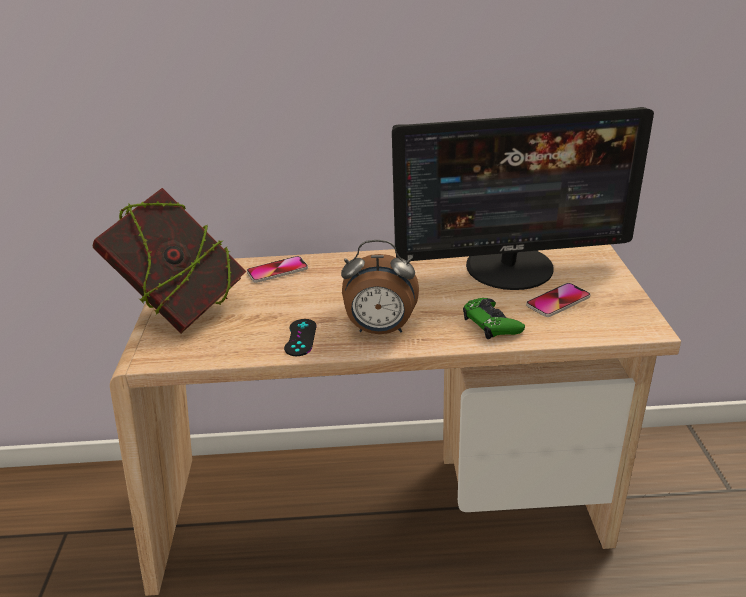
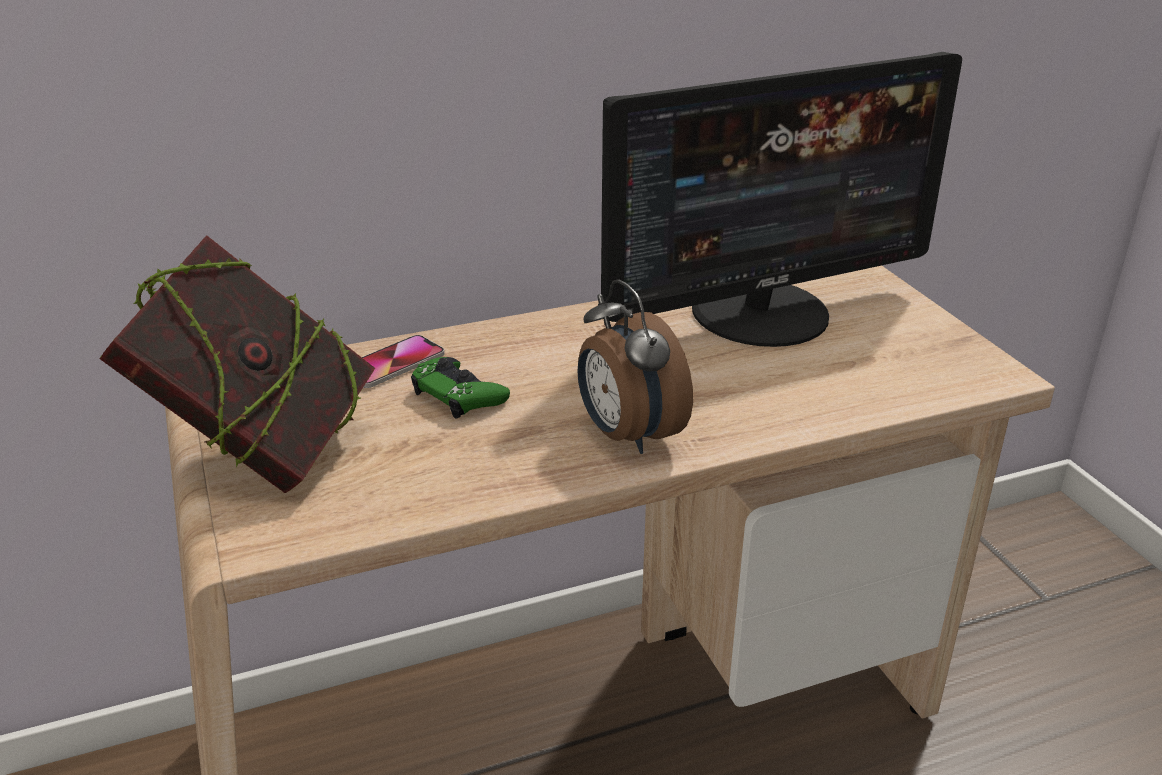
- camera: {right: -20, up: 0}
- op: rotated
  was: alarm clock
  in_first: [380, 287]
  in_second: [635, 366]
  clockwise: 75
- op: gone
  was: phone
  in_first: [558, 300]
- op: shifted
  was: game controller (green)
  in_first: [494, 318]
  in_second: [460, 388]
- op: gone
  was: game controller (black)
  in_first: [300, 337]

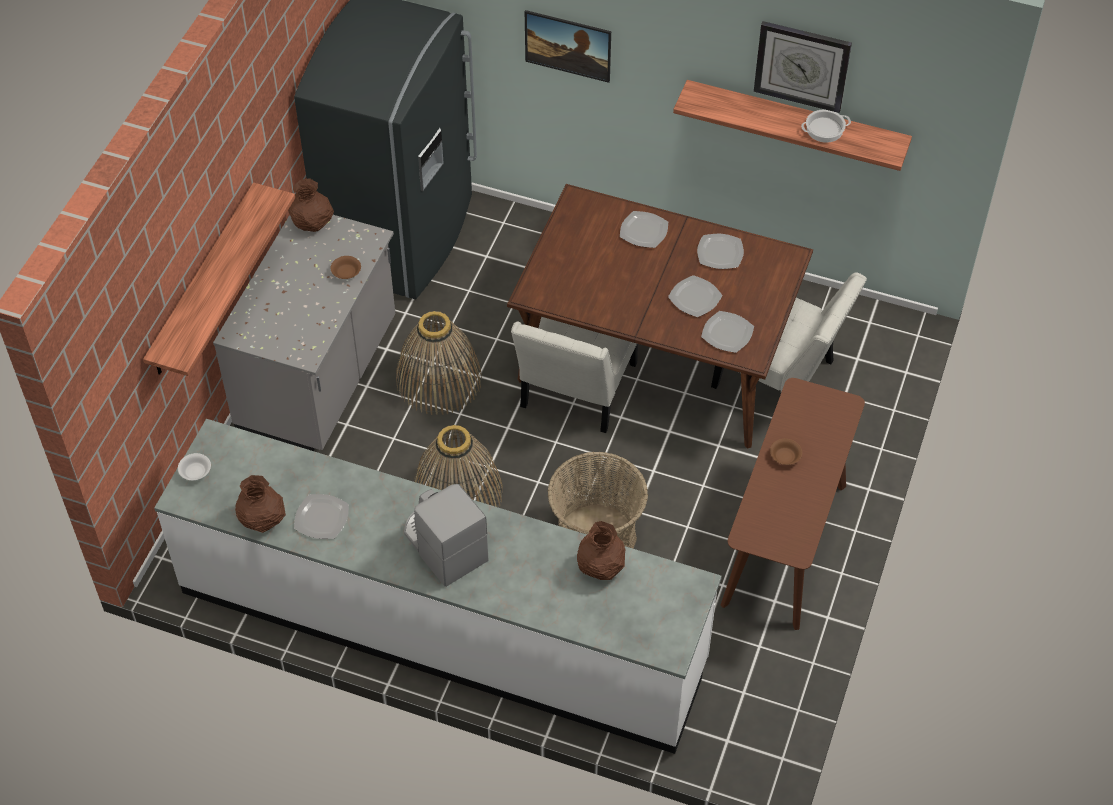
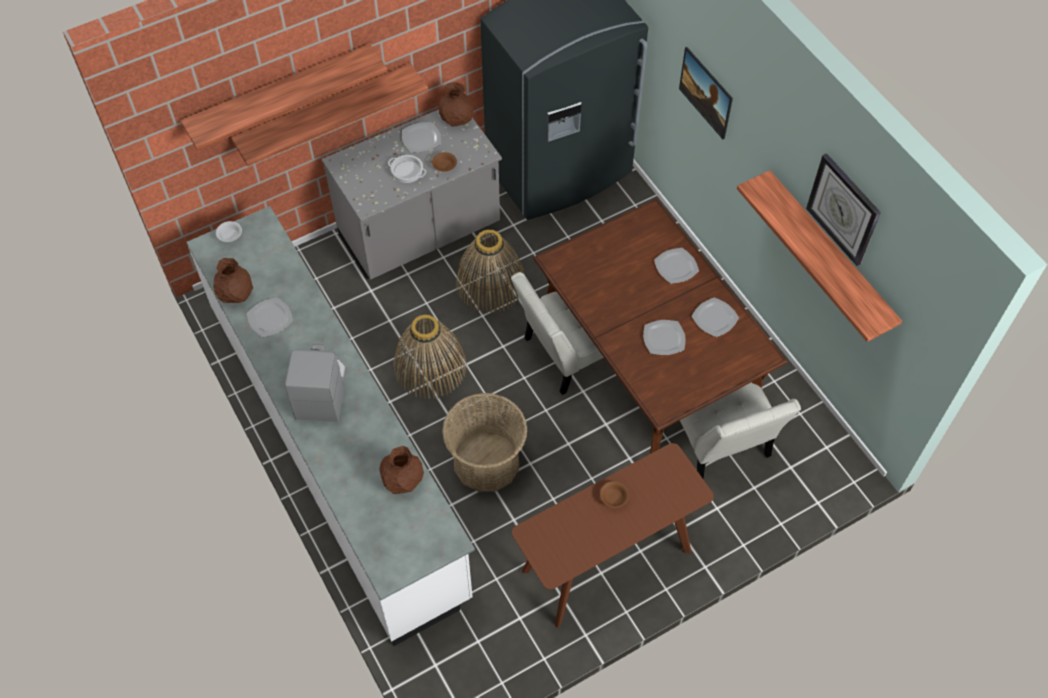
- camera: {right: 40, up: 5}
- op: shifted
  was: cooking pot
  in_first: [826, 126]
  in_second: [407, 169]
- op: shifted
  was: plate
  in_first: [727, 332]
  in_second: [421, 137]
- op: new
  now: shelf
  in_second: [284, 97]

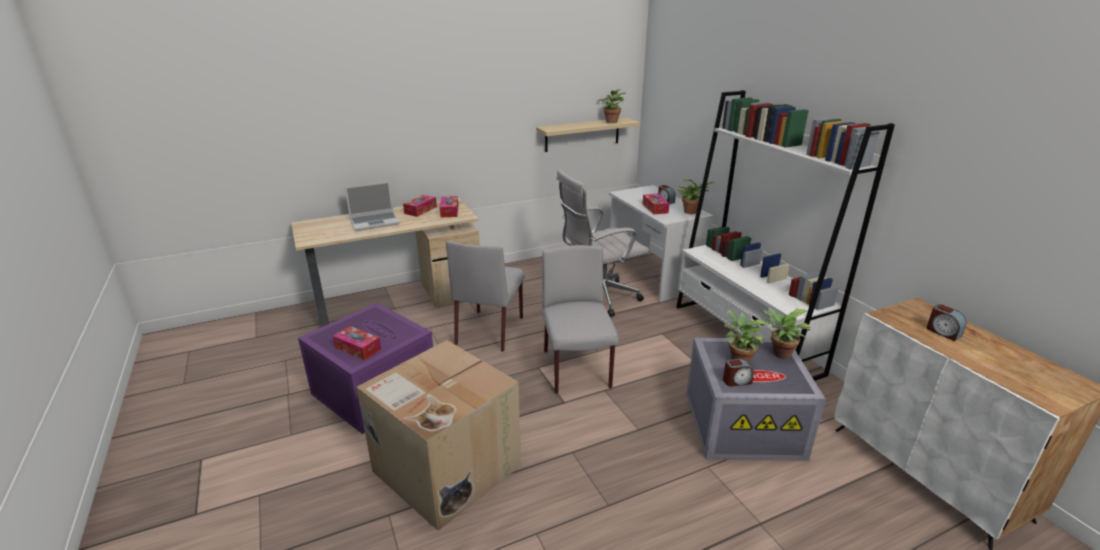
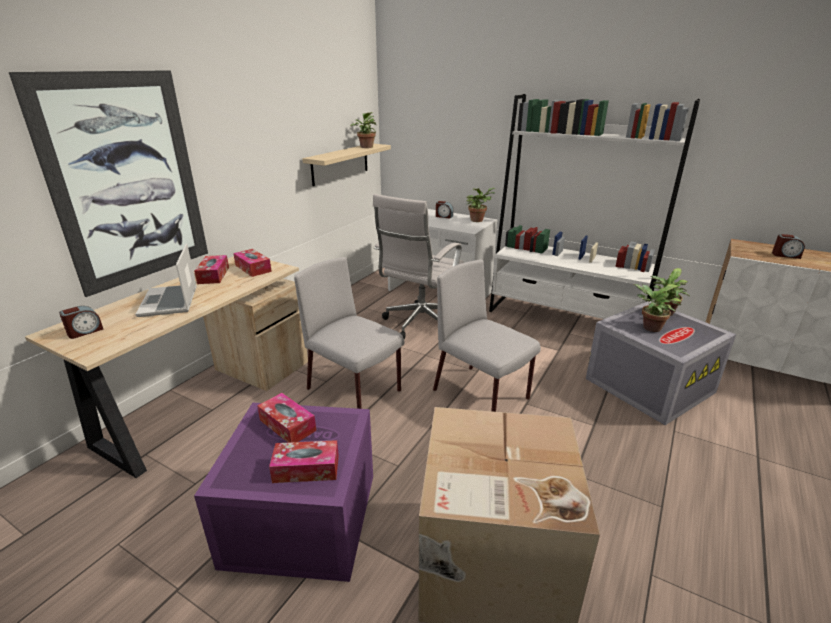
- camera: {right: -35, up: 0}
- op: rotated
  was: laptop
  in_first: [372, 206]
  in_second: [166, 280]
  clockwise: 135
- op: shifted
  was: tissue box
  in_first: [656, 204]
  in_second: [286, 418]
- op: rotated
  was: chair (grey)
  in_first: [485, 296]
  in_second: [349, 333]
  clockwise: 150
- op: shifted
  was: alarm clock
  in_first: [738, 373]
  in_second: [81, 322]
- op: new
  now: picture
  in_second: [108, 183]

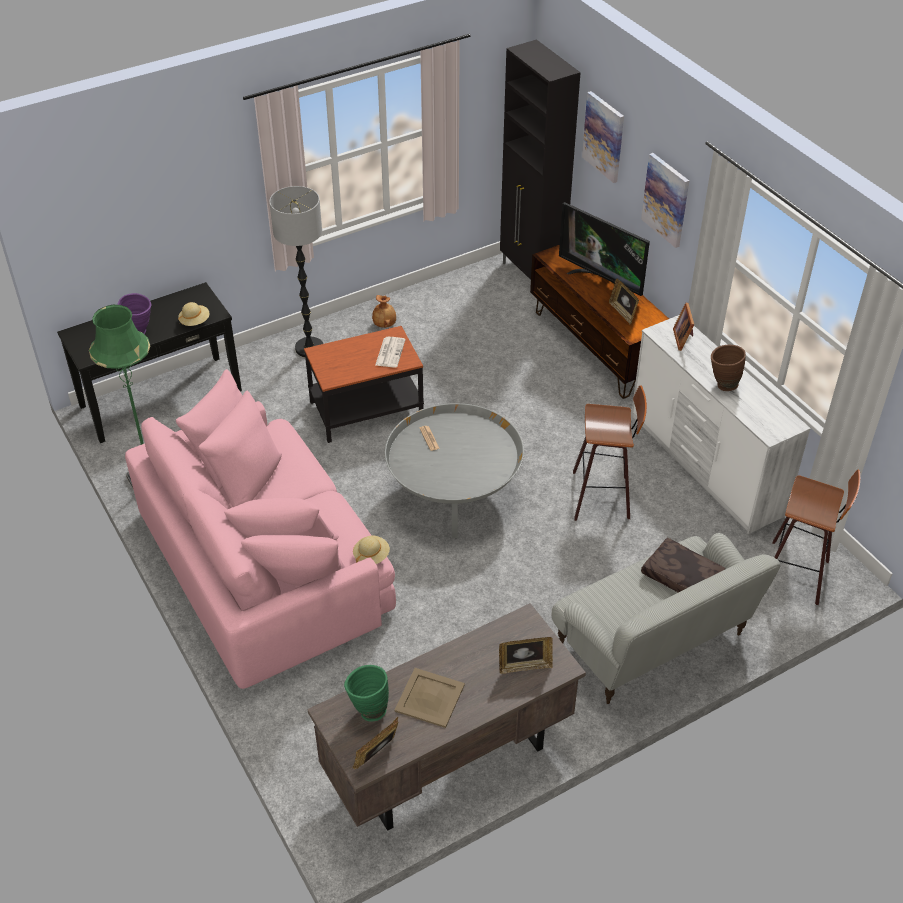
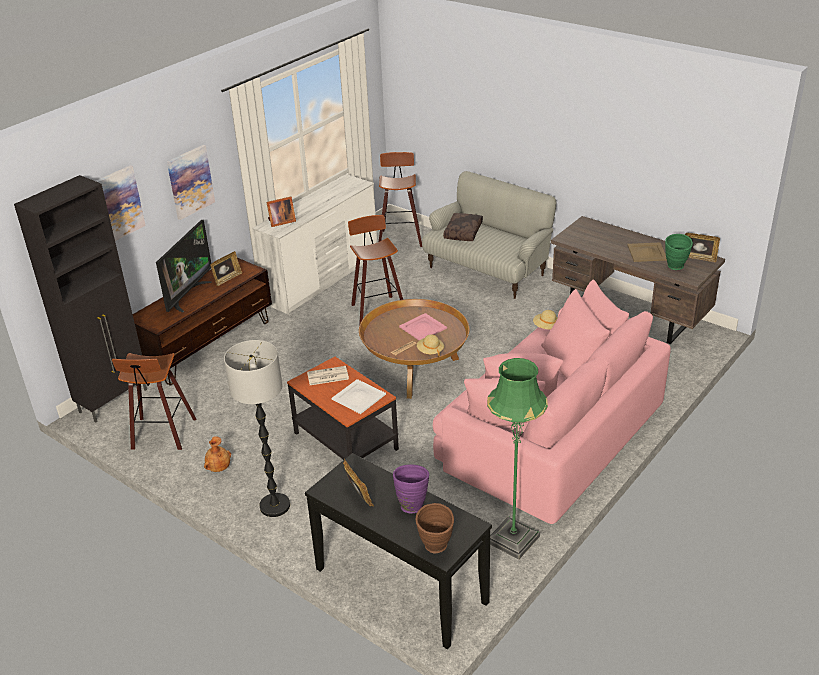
- camera: {right: -110, up: -10}
- op: shifted
  was: hat (beige)
  in_first: [193, 314]
  in_second: [430, 345]
- op: shifted
  was: vase (brown)
  in_first: [728, 368]
  in_second: [435, 528]
- op: repainted
  was: coffee table (grey)
  now: coffee table (brown)
  in_first: [454, 470]
  in_second: [414, 349]
- op: shifted
  was: picture frame
  in_first: [526, 655]
  in_second: [358, 483]
- op: new
  now: tray (pink)
  in_second: [423, 327]
- op: new
  now: stool
  in_second: [154, 401]
- op: new
  now: tray (white)
  in_second: [359, 396]

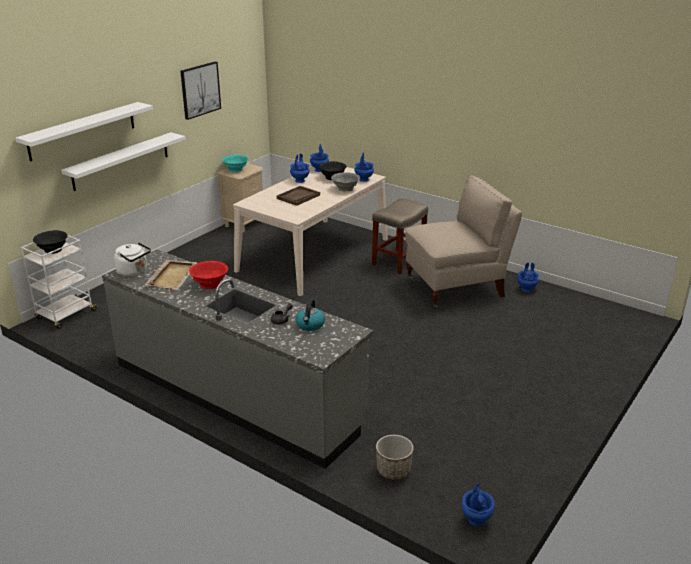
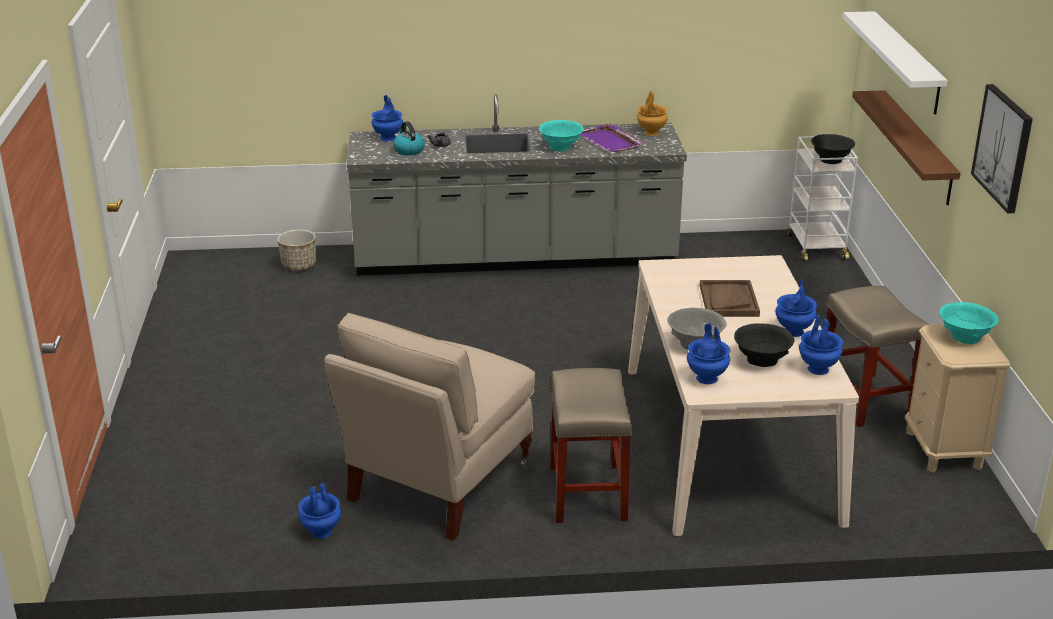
- camera: {right: 140, up: 0}
- op: repainted
  was: shelf (white)
  now: shelf (brown)
  in_first: [123, 161]
  in_second: [906, 147]
- op: swapped
  was: kettle (white)
  now: vase (brown)
  in_first: [132, 259]
  in_second: [652, 113]
- op: repainted
  was: tray (beige)
  now: tray (purple)
  in_first: [171, 274]
  in_second: [612, 137]
- op: repainted
  was: bowl (red)
  now: bowl (turquoise)
  in_first: [208, 275]
  in_second: [561, 135]
- op: shifted
  was: vase (blue)
  in_first: [478, 504]
  in_second: [387, 118]
- op: new
  now: stool (beige)
  in_second: [878, 356]

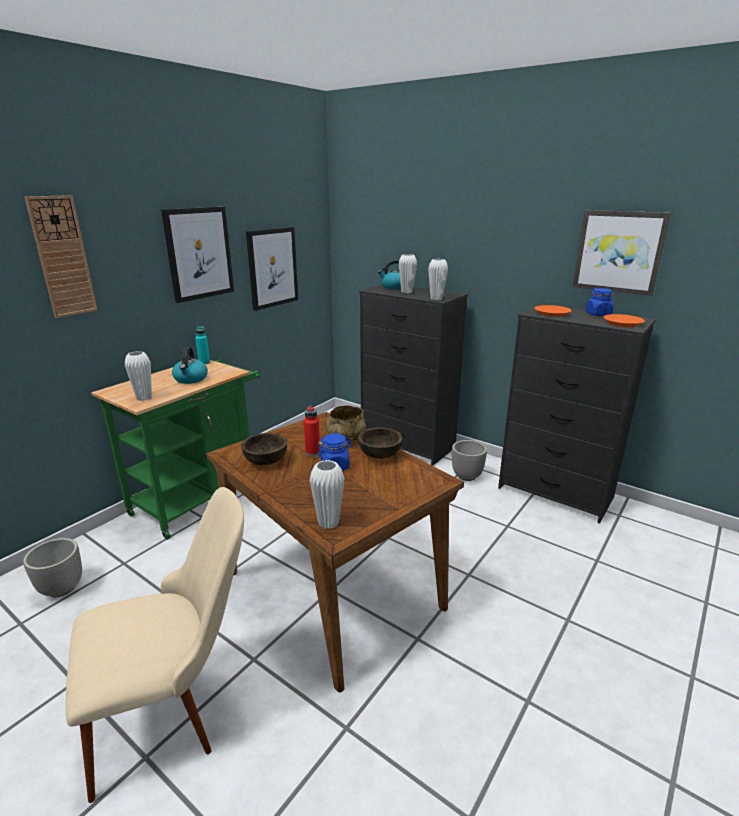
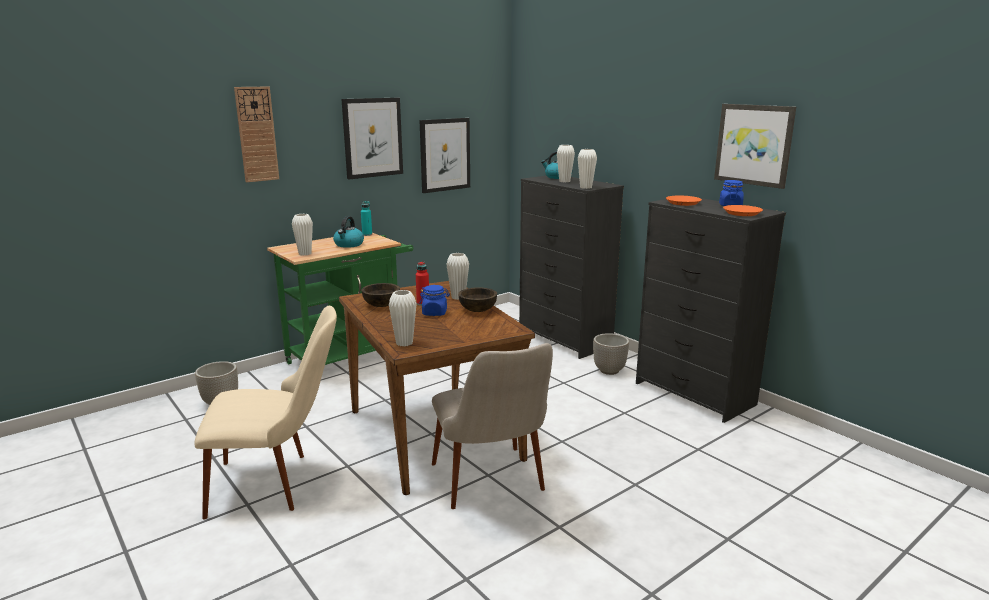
- camera: {right: 15, up: -5}
- op: swapped
  was: bowl (beige)
  now: vase (white)
  in_first: [346, 423]
  in_second: [458, 276]
- op: new
  now: chair (beige)
  in_second: [492, 426]

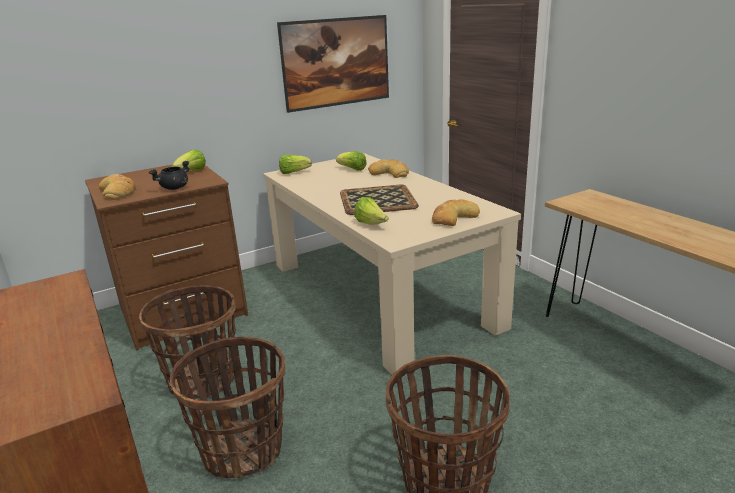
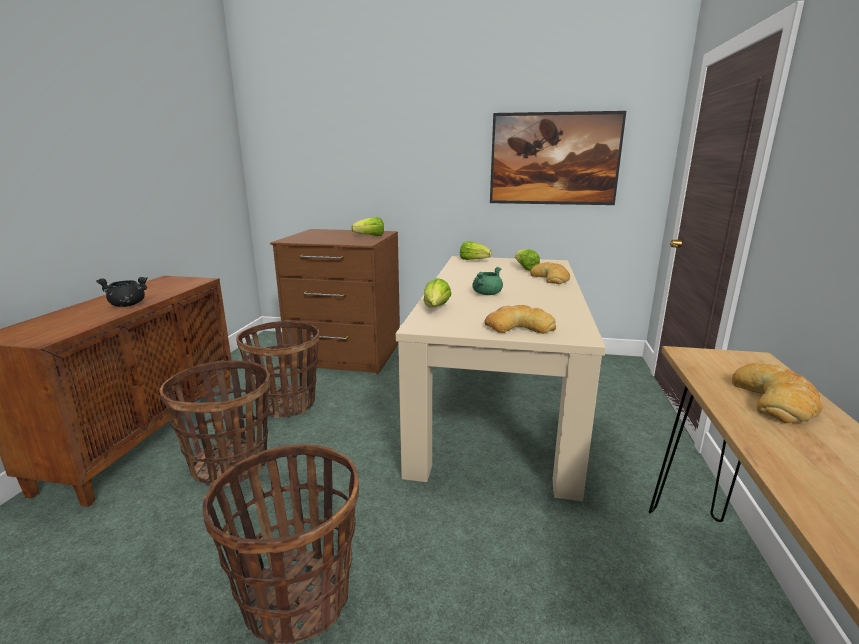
- camera: {right: 40, up: -5}
- op: shifted
  was: cooking pot (black)
  in_first: [169, 175]
  in_second: [122, 292]
- op: shifted
  was: bread
  in_first: [117, 187]
  in_second: [777, 393]
- op: swapped
  was: tray
  now: cooking pot (green)
  in_first: [379, 200]
  in_second: [487, 281]

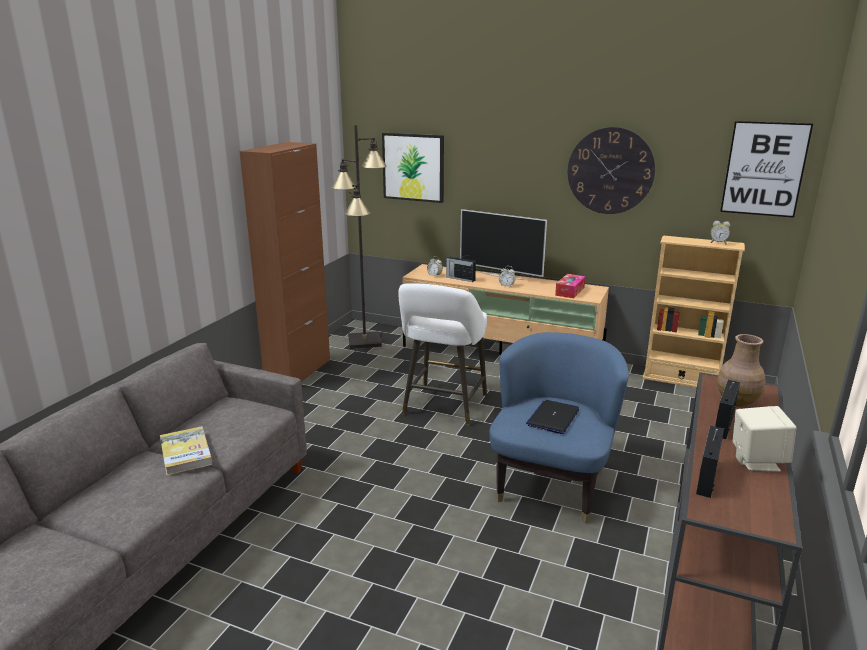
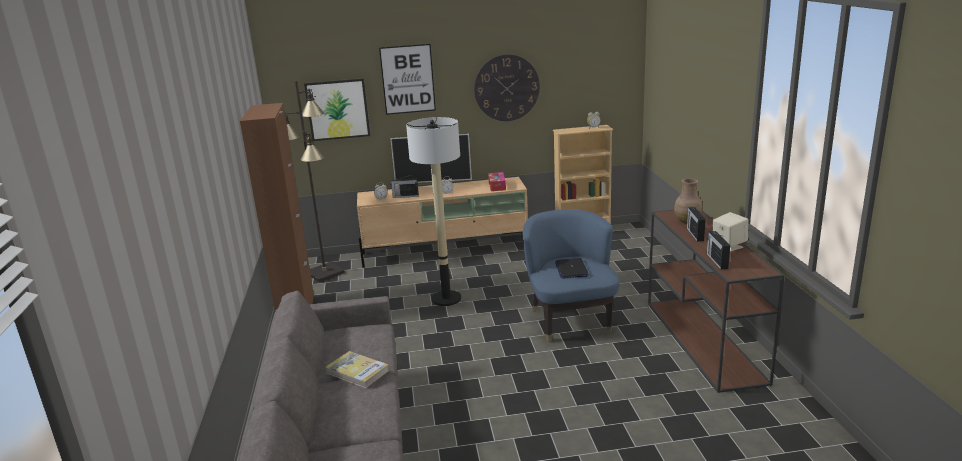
- camera: {right: -30, up: 0}
- op: shifted
  was: picture
  in_first: [766, 169]
  in_second: [407, 79]
- op: swapped
  was: stool (white)
  now: floor lamp
  in_first: [442, 354]
  in_second: [433, 211]

